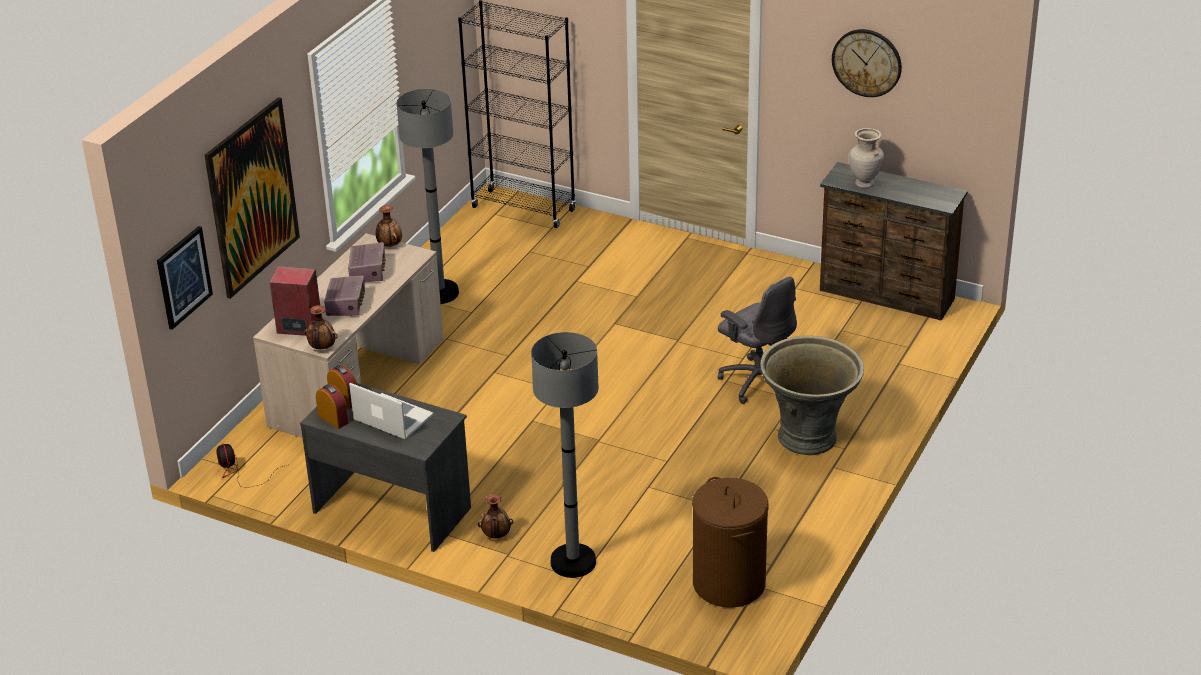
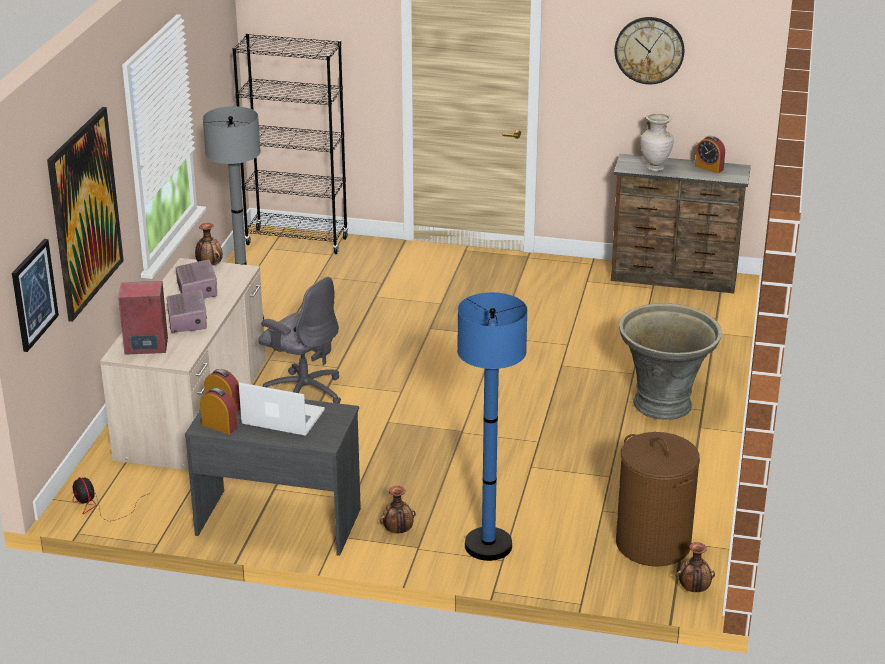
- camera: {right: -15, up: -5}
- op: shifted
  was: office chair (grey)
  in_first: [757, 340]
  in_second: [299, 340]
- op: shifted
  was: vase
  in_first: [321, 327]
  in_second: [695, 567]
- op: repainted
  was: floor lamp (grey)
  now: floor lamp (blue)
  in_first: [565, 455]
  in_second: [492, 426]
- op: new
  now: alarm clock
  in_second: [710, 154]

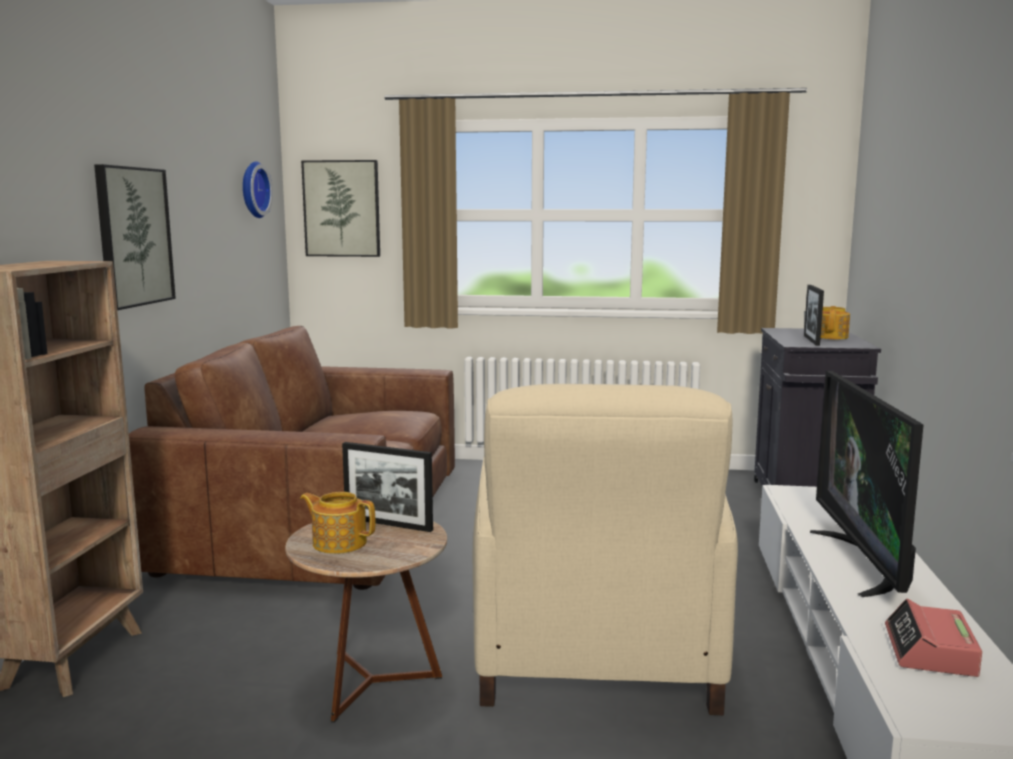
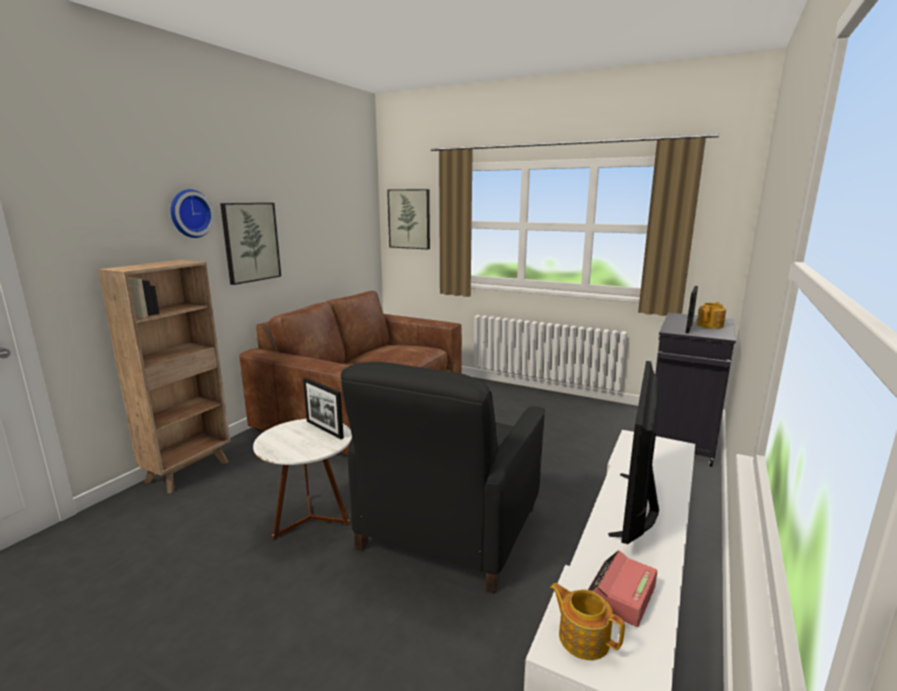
- camera: {right: 20, up: 5}
- op: shifted
  was: wall clock
  in_first: [258, 189]
  in_second: [192, 213]
- op: repainted
  was: armchair (beige)
  now: armchair (black)
  in_first: [605, 549]
  in_second: [443, 478]
- op: shifted
  was: teapot
  in_first: [337, 523]
  in_second: [587, 621]
- op: repainted
  was: side table (brown)
  now: side table (white)
  in_first: [366, 622]
  in_second: [302, 479]

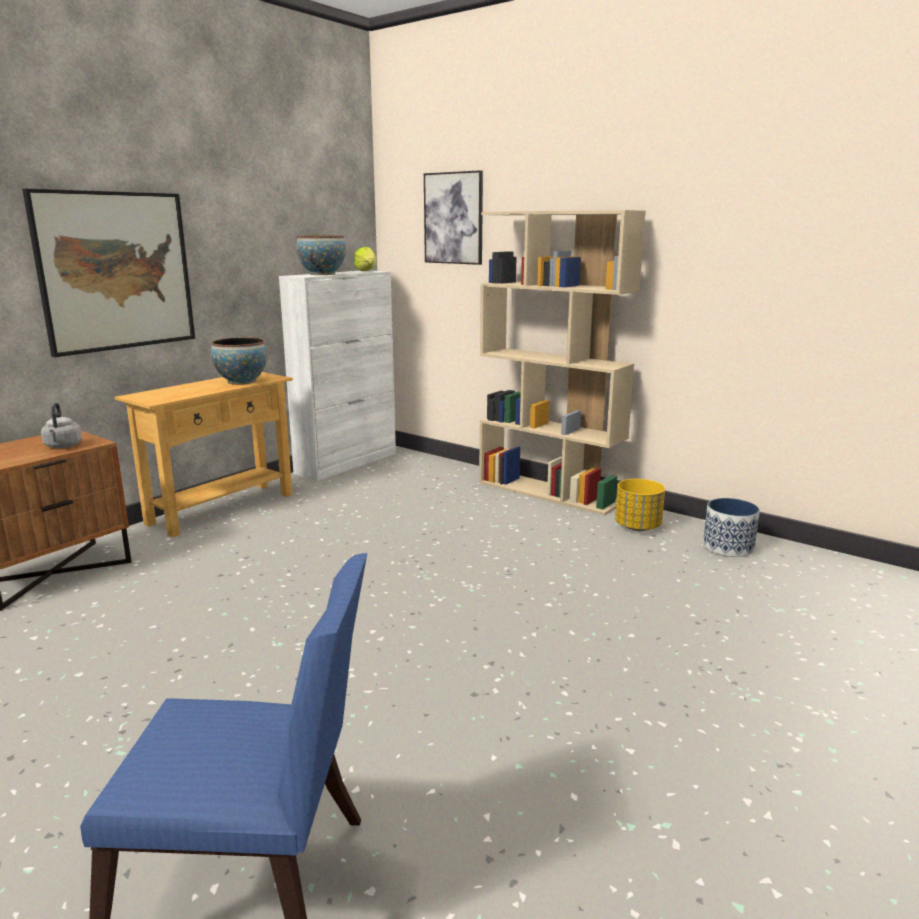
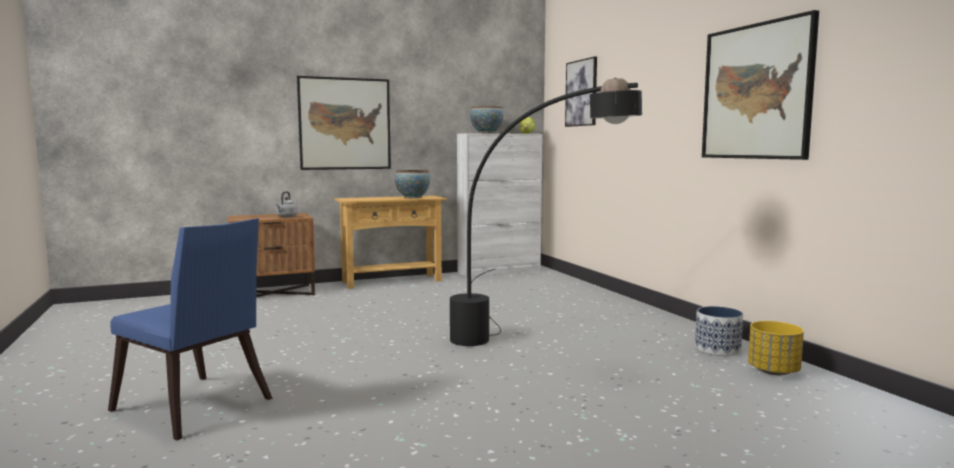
- camera: {right: 30, up: -10}
- op: gone
  was: bookcase (beige)
  in_first: [562, 363]
- op: shifted
  was: planter (yellow)
  in_first: [640, 505]
  in_second: [776, 348]
- op: new
  now: picture
  in_second: [760, 85]
- op: new
  now: floor lamp (black)
  in_second: [546, 212]

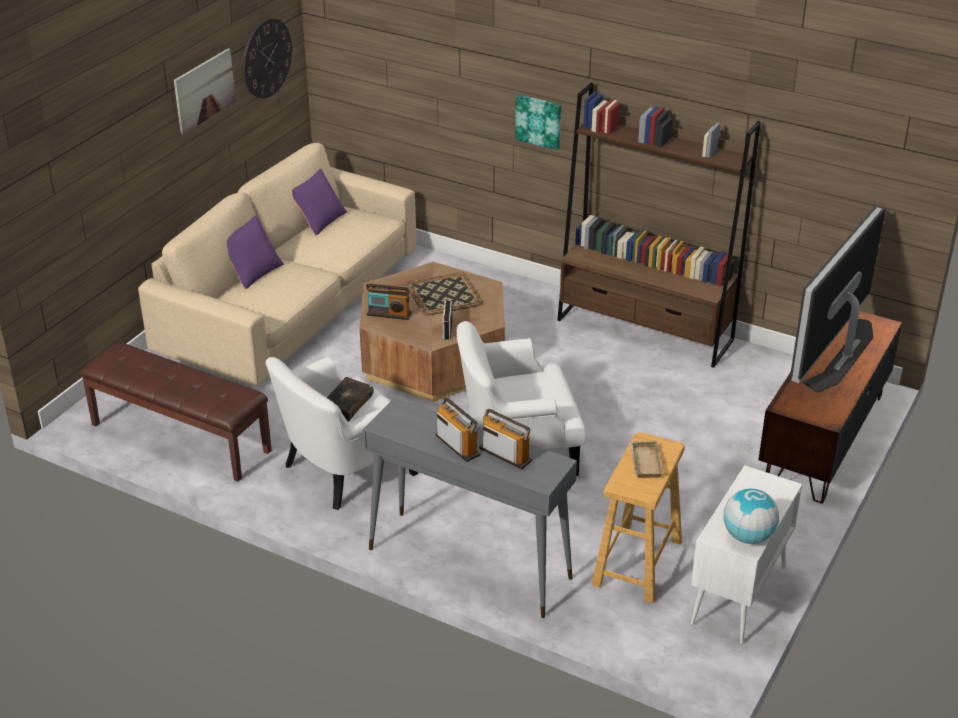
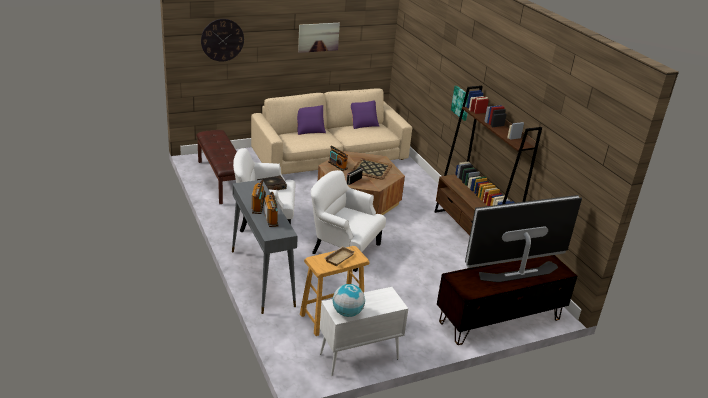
- camera: {right: 35, up: -5}
- op: shifted
  was: wall clock
  in_first: [267, 58]
  in_second: [222, 40]

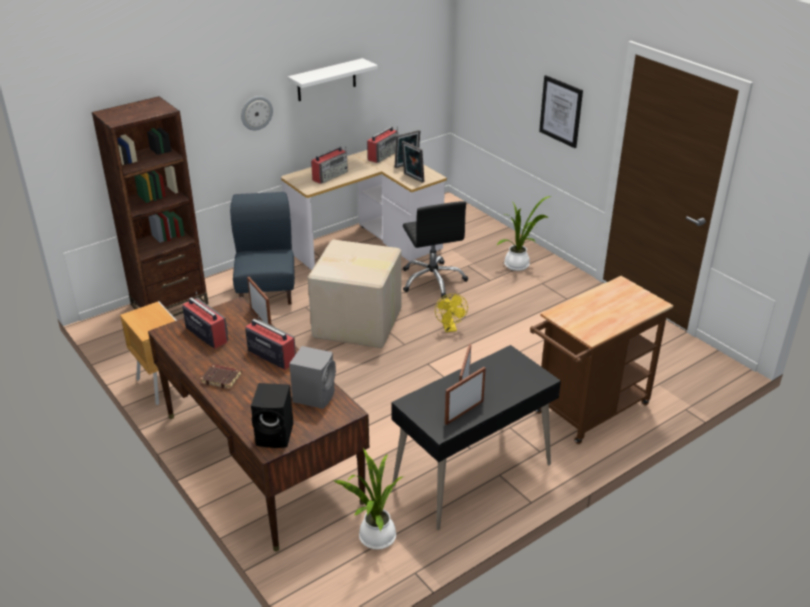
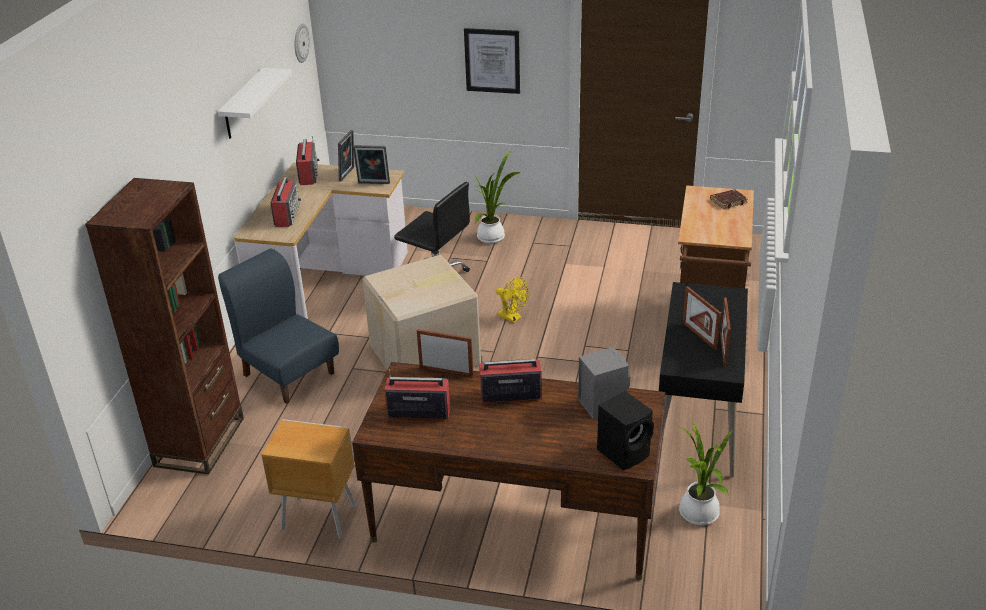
- camera: {right: -40, up: 0}
- op: shifted
  was: wall clock
  in_first: [257, 113]
  in_second: [302, 43]
- op: shifted
  was: book (brown)
  in_first: [221, 376]
  in_second: [729, 199]

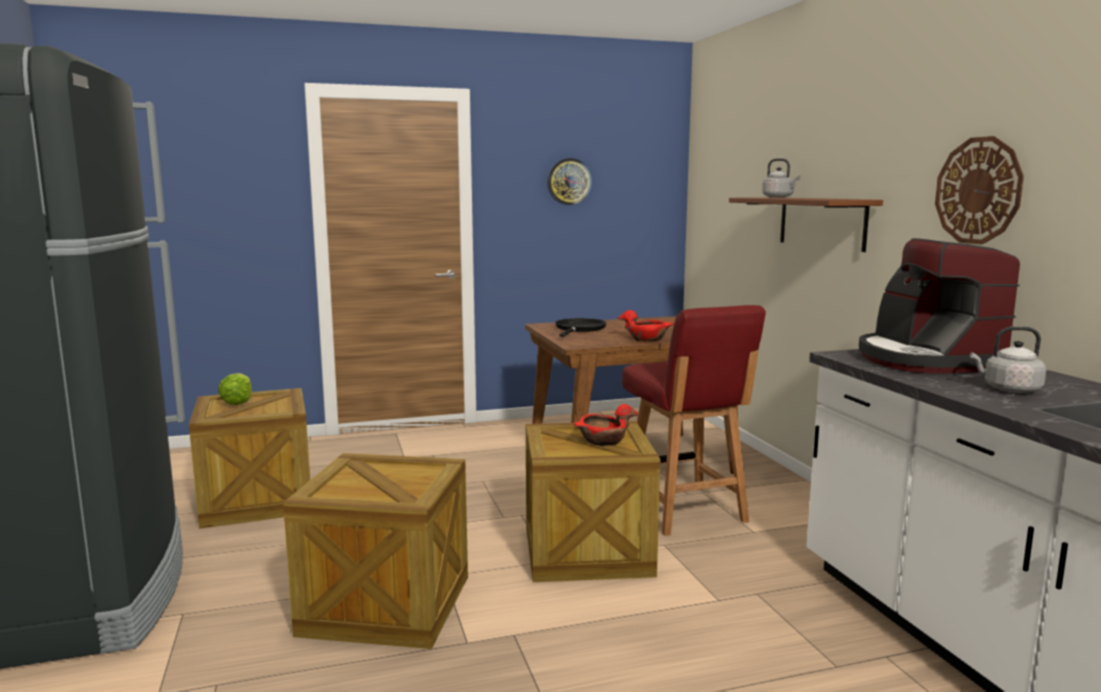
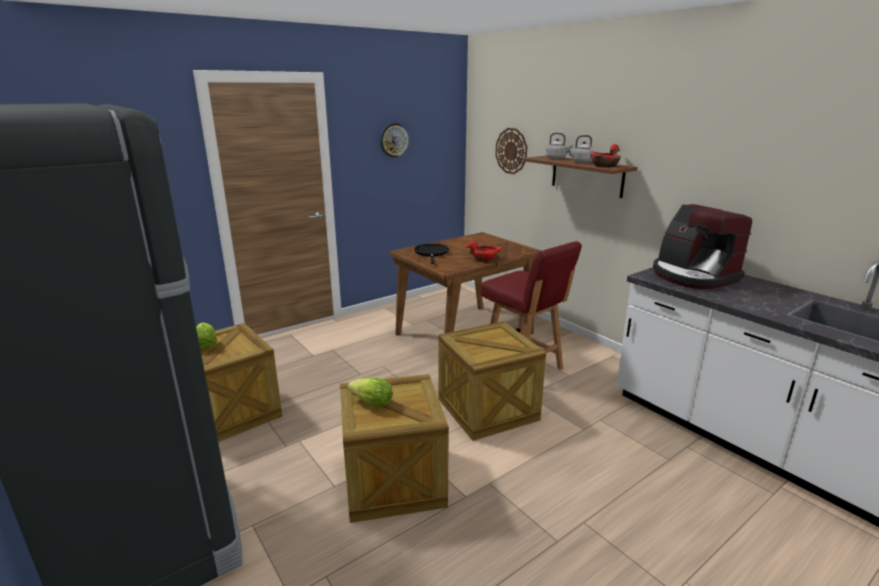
- camera: {right: -20, up: 10}
- op: shifted
  was: wall clock
  in_first: [979, 190]
  in_second: [511, 151]
- op: shifted
  was: kettle (grey)
  in_first: [1008, 359]
  in_second: [580, 149]
- op: shifted
  was: bowl (red)
  in_first: [606, 425]
  in_second: [606, 156]
- op: new
  now: lettuce
  in_second: [370, 392]

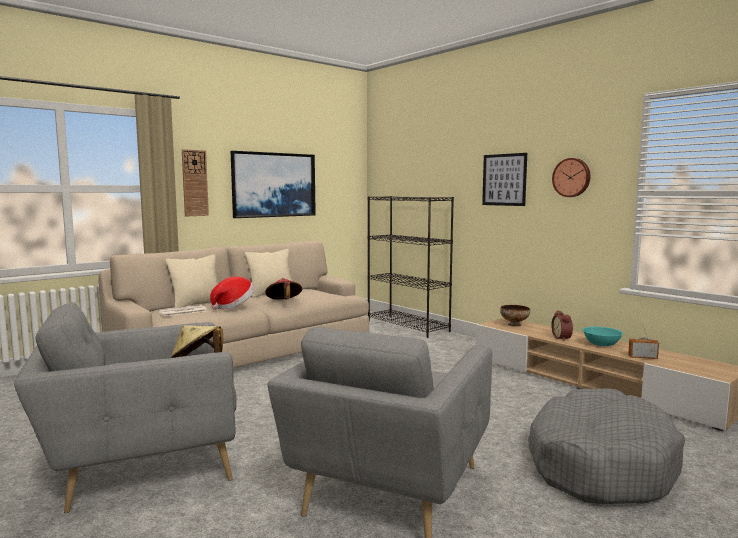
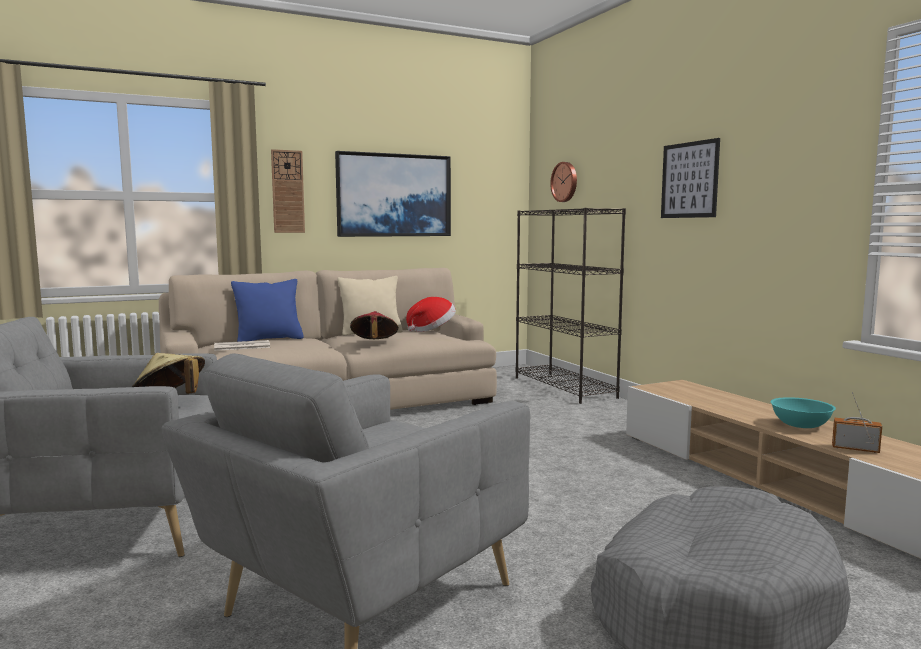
- camera: {right: 15, up: 0}
- op: shifted
  was: wall clock
  in_first: [571, 177]
  in_second: [563, 182]
- op: repainted
  was: pillow (beige)
  now: pillow (blue)
  in_first: [191, 281]
  in_second: [267, 310]
- op: shifted
  was: hat
  in_first: [232, 293]
  in_second: [431, 314]
- op: gone
  was: bowl
  in_first: [515, 316]
- op: gone
  was: alarm clock
  in_first: [562, 325]

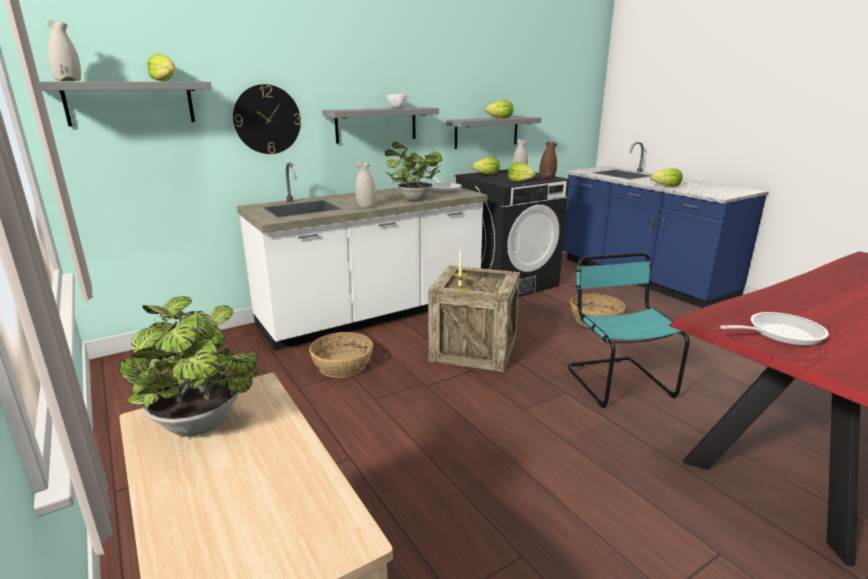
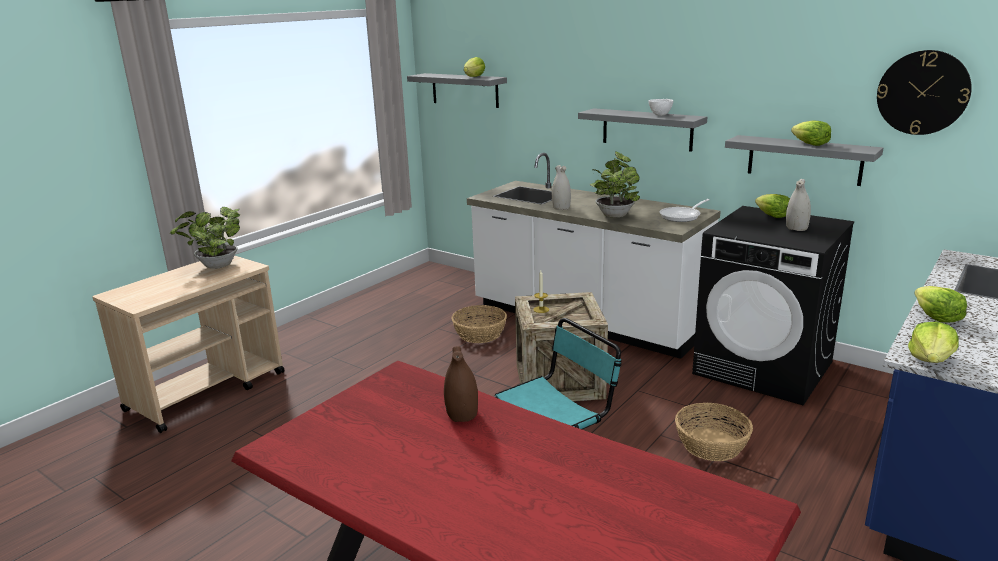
- camera: {right: 70, up: 0}
- op: gone
  was: vase (white)
  in_first: [64, 50]
- op: shifted
  was: wall clock
  in_first: [267, 119]
  in_second: [924, 92]
- op: shifted
  was: vase (brown)
  in_first: [548, 160]
  in_second: [461, 384]
- op: shifted
  was: lettuce
  in_first: [522, 172]
  in_second: [933, 342]
- op: gone
  was: frying pan
  in_first: [774, 329]

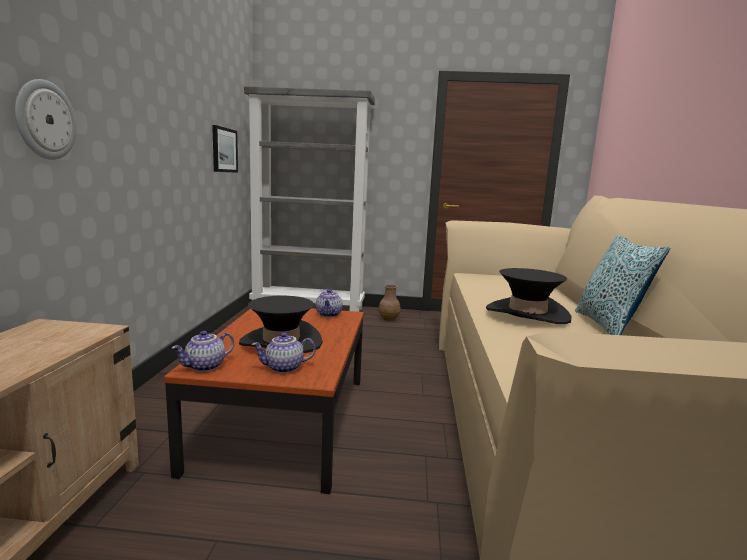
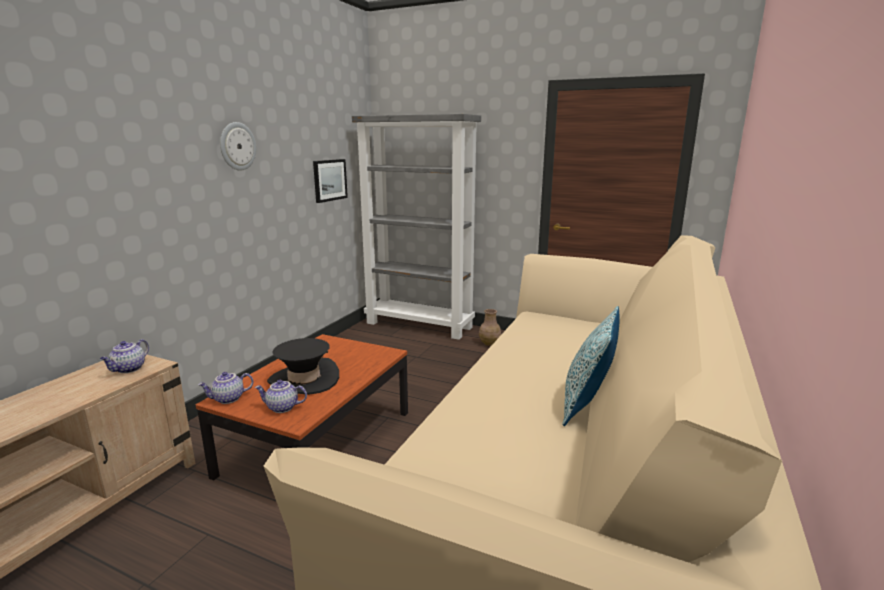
- camera: {right: 20, up: 5}
- op: shifted
  was: wall clock
  in_first: [46, 119]
  in_second: [238, 146]
- op: gone
  was: hat (black)
  in_first: [529, 296]
- op: shifted
  was: teapot
  in_first: [329, 303]
  in_second: [124, 356]

